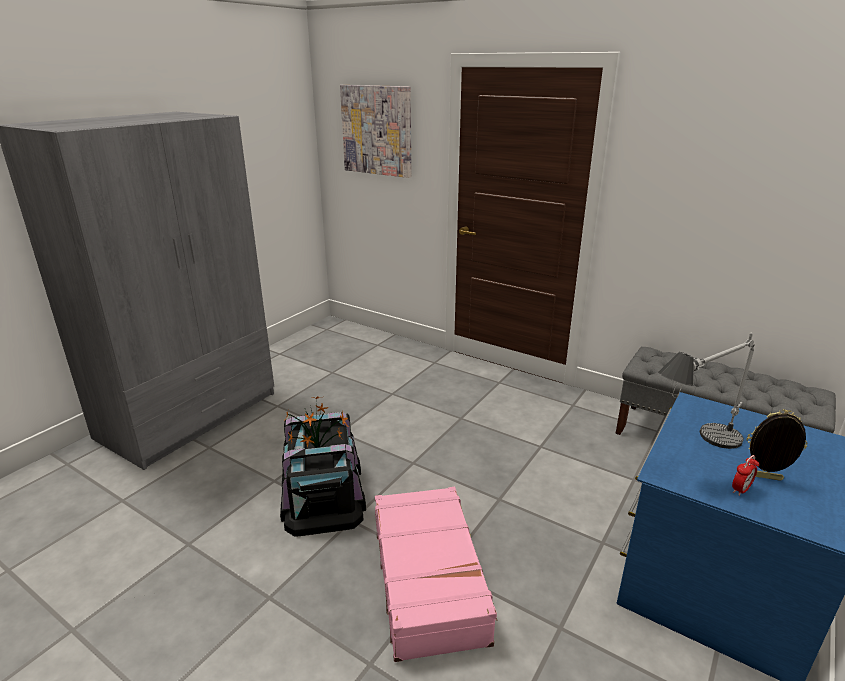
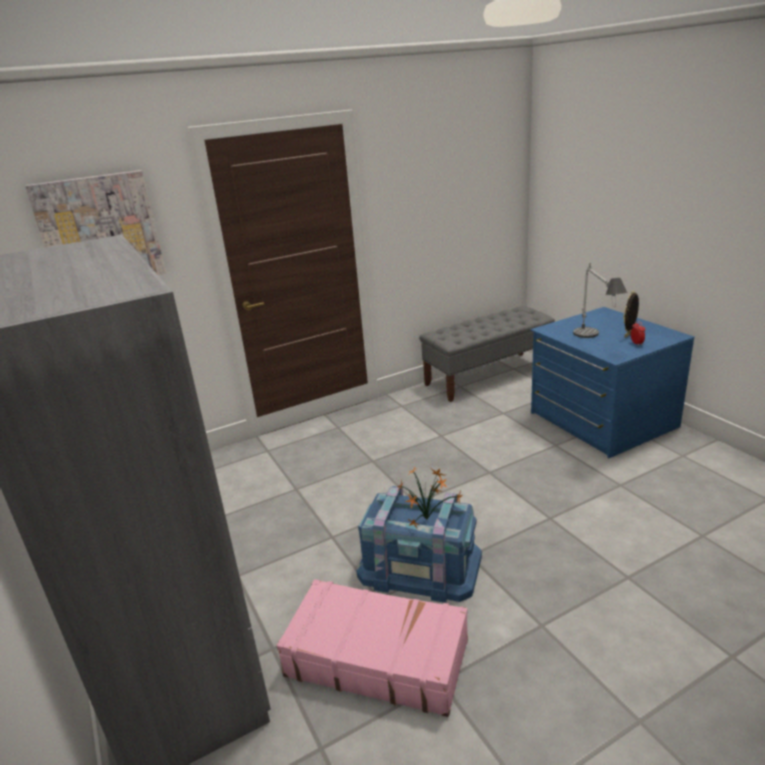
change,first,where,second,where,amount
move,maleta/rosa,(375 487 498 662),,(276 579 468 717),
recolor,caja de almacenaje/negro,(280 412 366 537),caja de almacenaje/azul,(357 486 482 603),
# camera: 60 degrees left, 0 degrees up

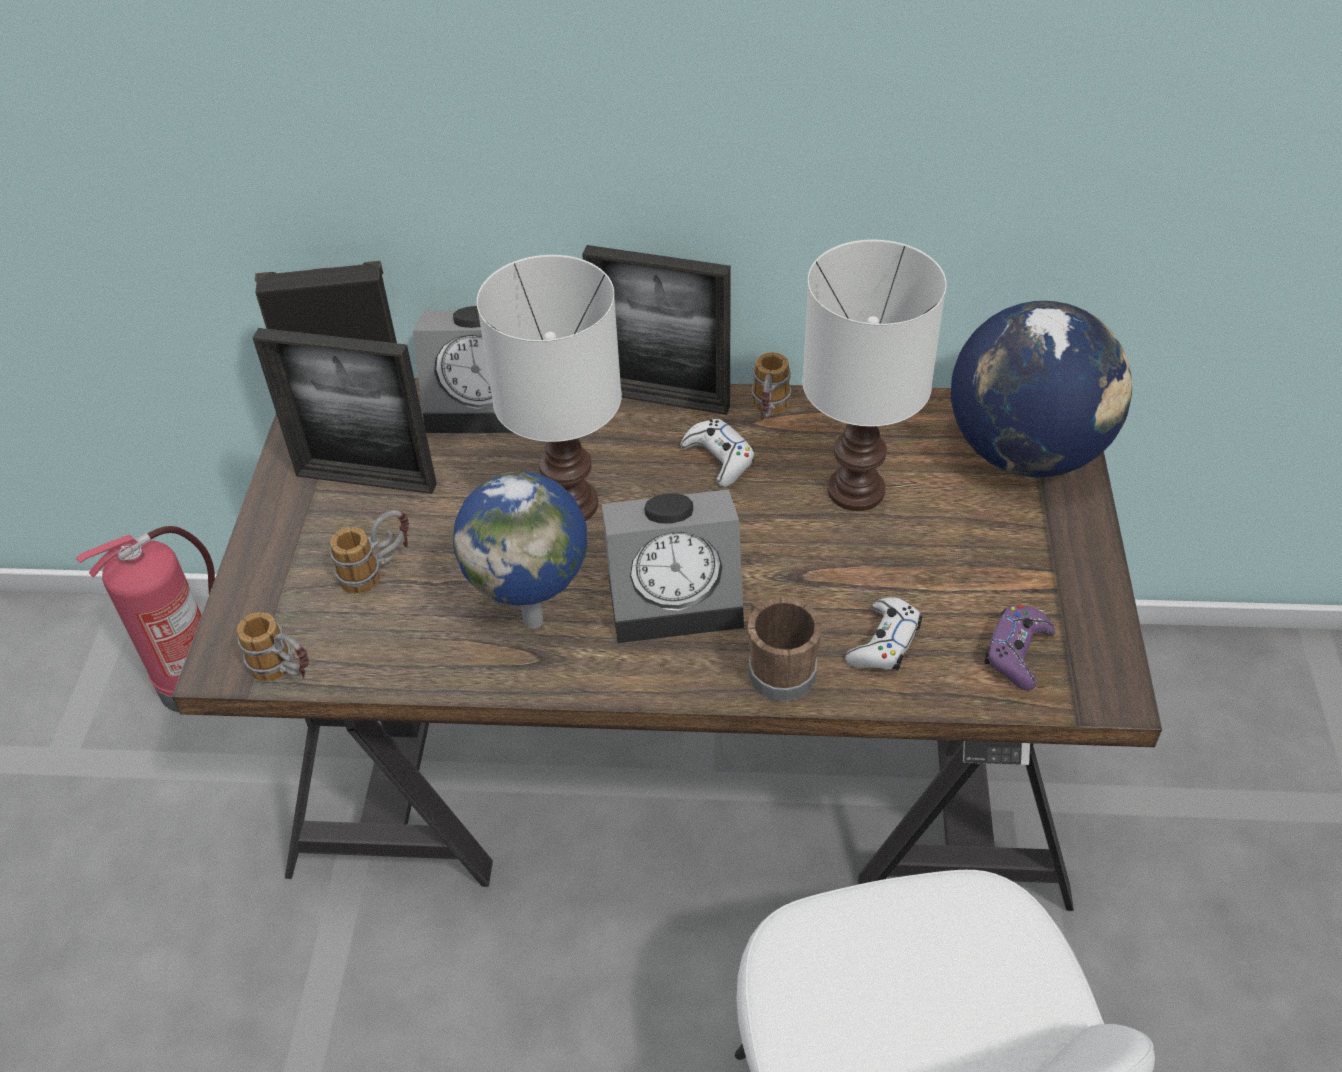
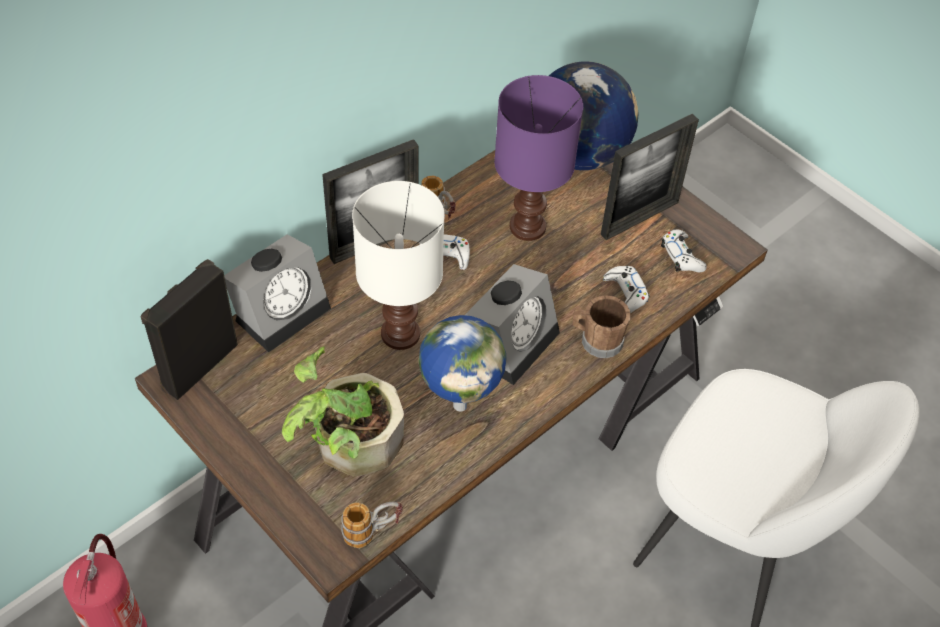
change,first,where,second,where,amount
move,portarretratos,(253 328 437 494),,(601 114 699 240),
replace,taza grande,(330 510 409 594),planta en maceta,(282 346 404 477),
recolor,lámpara de mesa/blanco,(802 240 946 511),lámpara de mesa/morado,(494 75 583 241),
recolor,mando de consola/morado,(984 604 1055 690),mando de consola/blanco,(661 229 707 272),
# camera: 50 degrees left, 5 degrees up

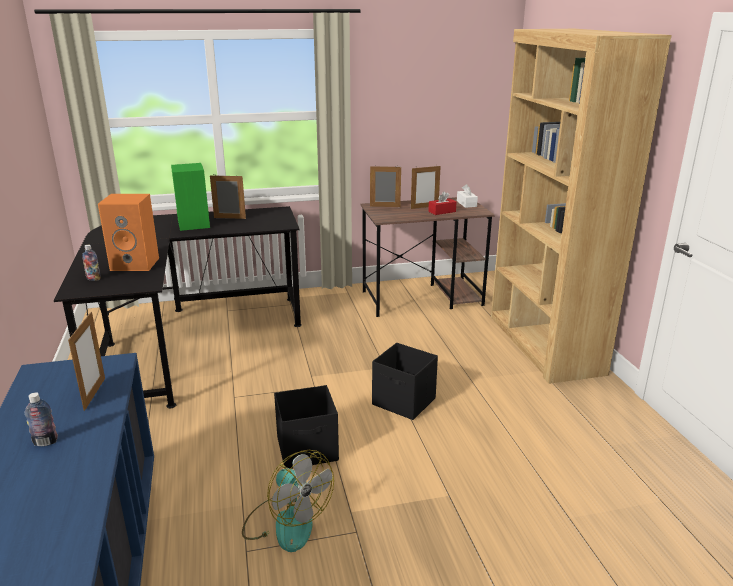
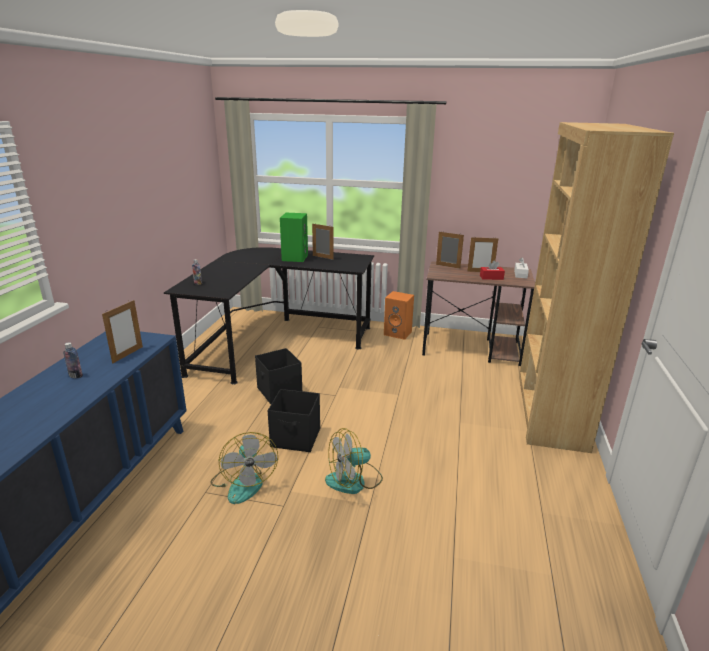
change,first,where,second,where,amount
insert,,,ventilador,(325 428 383 494),
move,altavoz/naranja,(98 194 159 271),,(384 291 414 340),
move,caja de almacenaje/negro,(372 343 438 420),,(255 348 302 404),
# camera: 25 degrees right, 0 degrees up

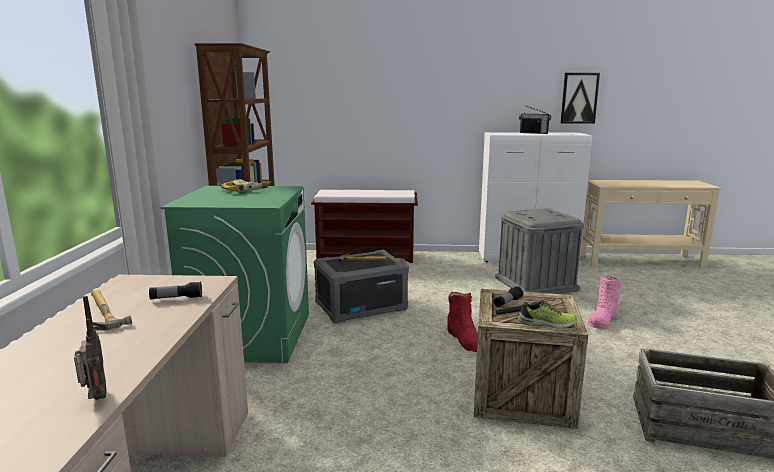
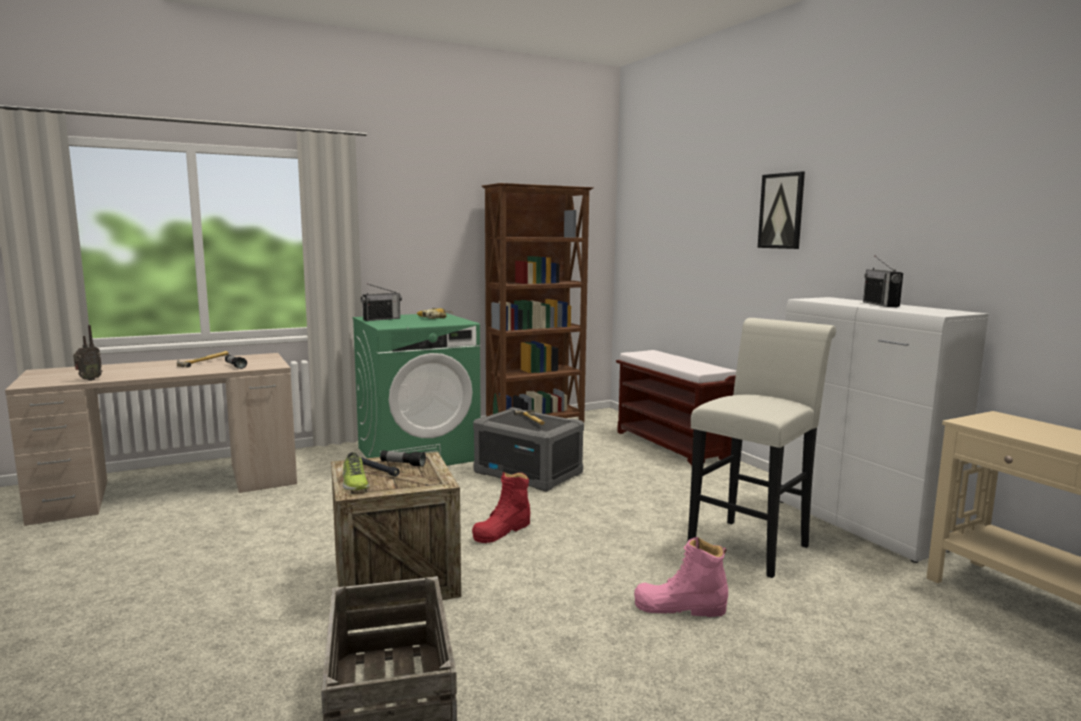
change,first,where,second,where,amount
insert,,,radio,(361 284 402 321),
move,cuadro,(560 73 600 124),,(758 171 805 249),
replace,caja de almacenaje/gris,(495 208 584 294),taburete/blanco,(687 318 836 578),
# camera: 60 degrees right, 5 degrees down

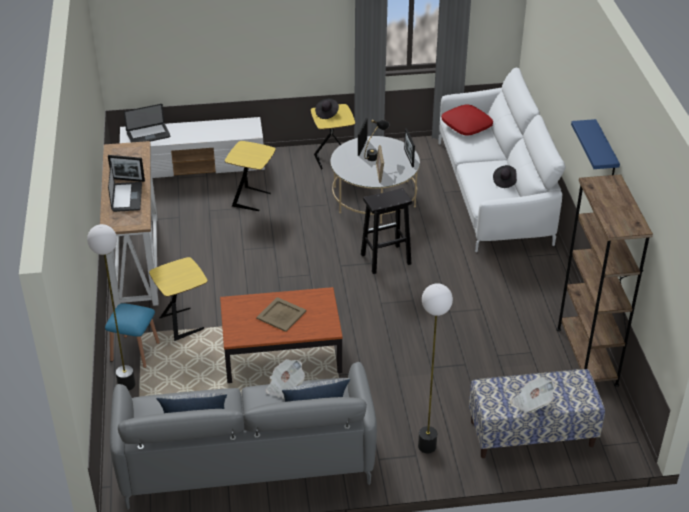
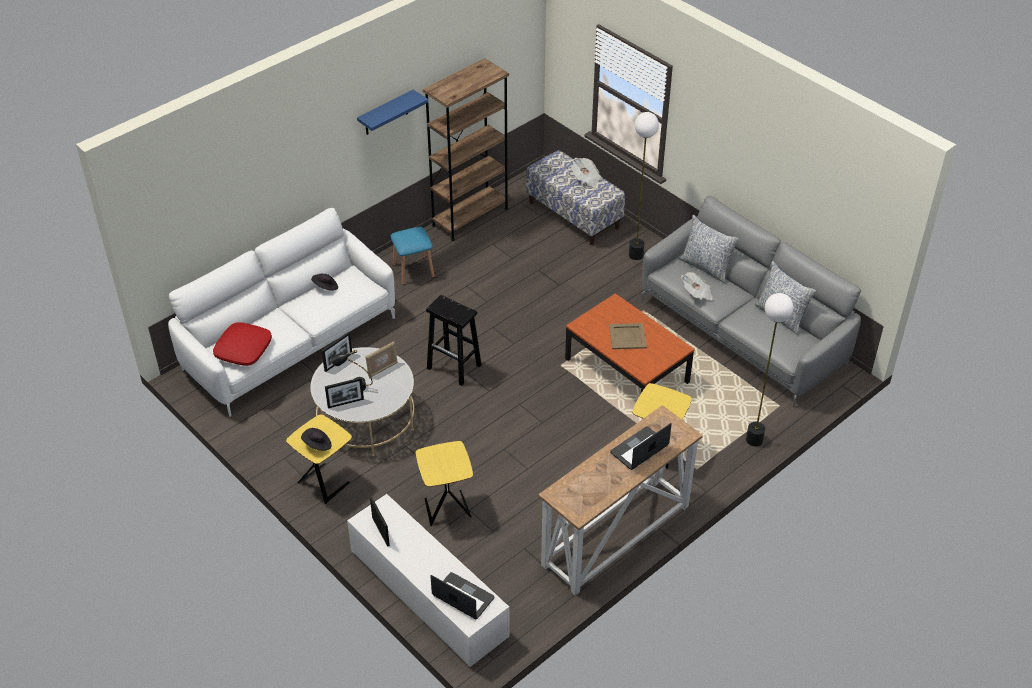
change,first,where,second,where,amount
move,taburete/azul,(105 303 160 368),,(391 227 435 285),
move,portarretratos,(108 155 145 182),,(370 497 390 547),
# camera: 125 degrees left, 5 degrees up

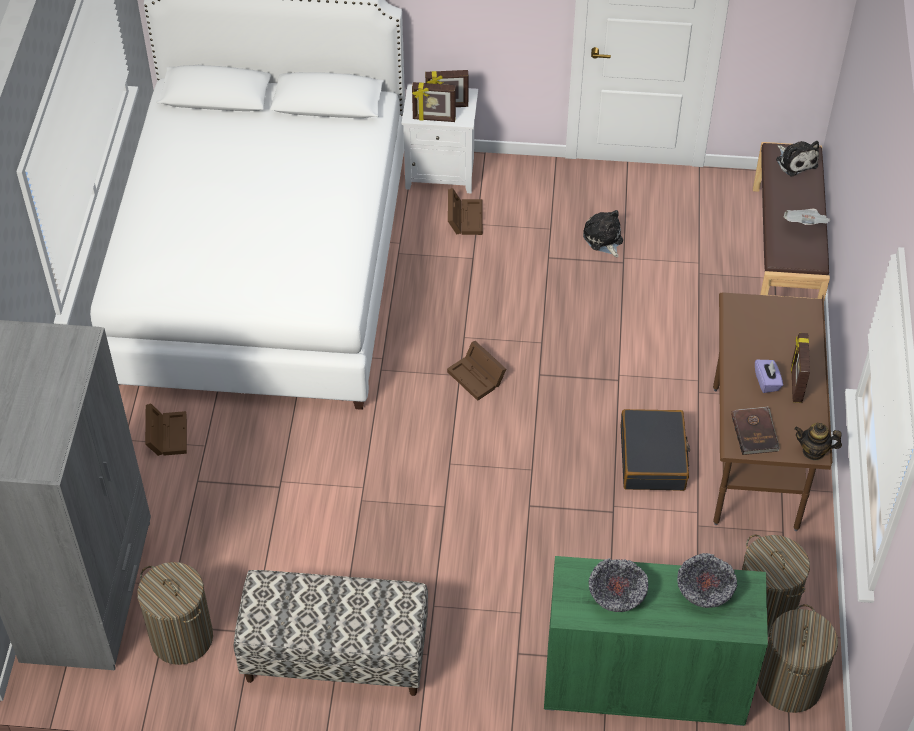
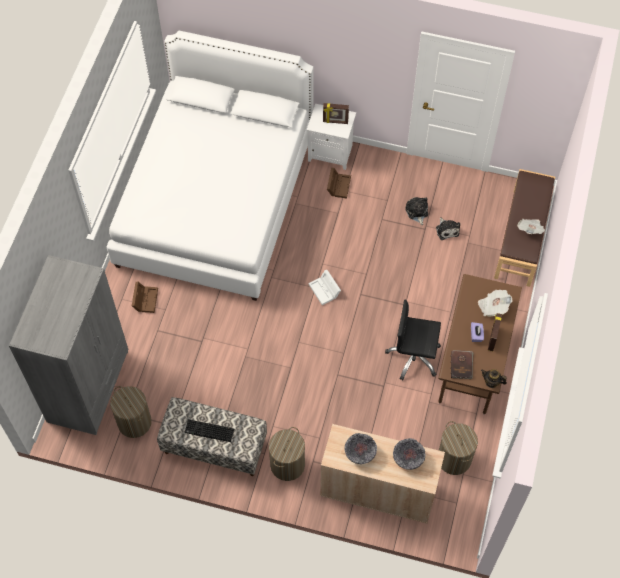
change,first,where,second,where,amount
delete,portarretratos,(412 82 456 122),,,
insert,,,teclado,(185 419 234 442),
insert,,,periódico,(478 290 513 317),
move,cesto de la ropa,(758 604 838 713),,(269 427 305 481),
move,peluche,(776 141 819 177),,(436 217 460 240),
replace,maleta/negro,(621 409 690 491),silla de oficina/negro,(385 300 441 380),
recolor,caja de almacenaje/marrón,(447 341 506 401),caja de almacenaje/blanco,(309 270 341 305),
recolor,armario/verde,(544 556 768 726),armario/beis,(320 424 445 524),
# camera: 10 degrees right, 10 degrees up

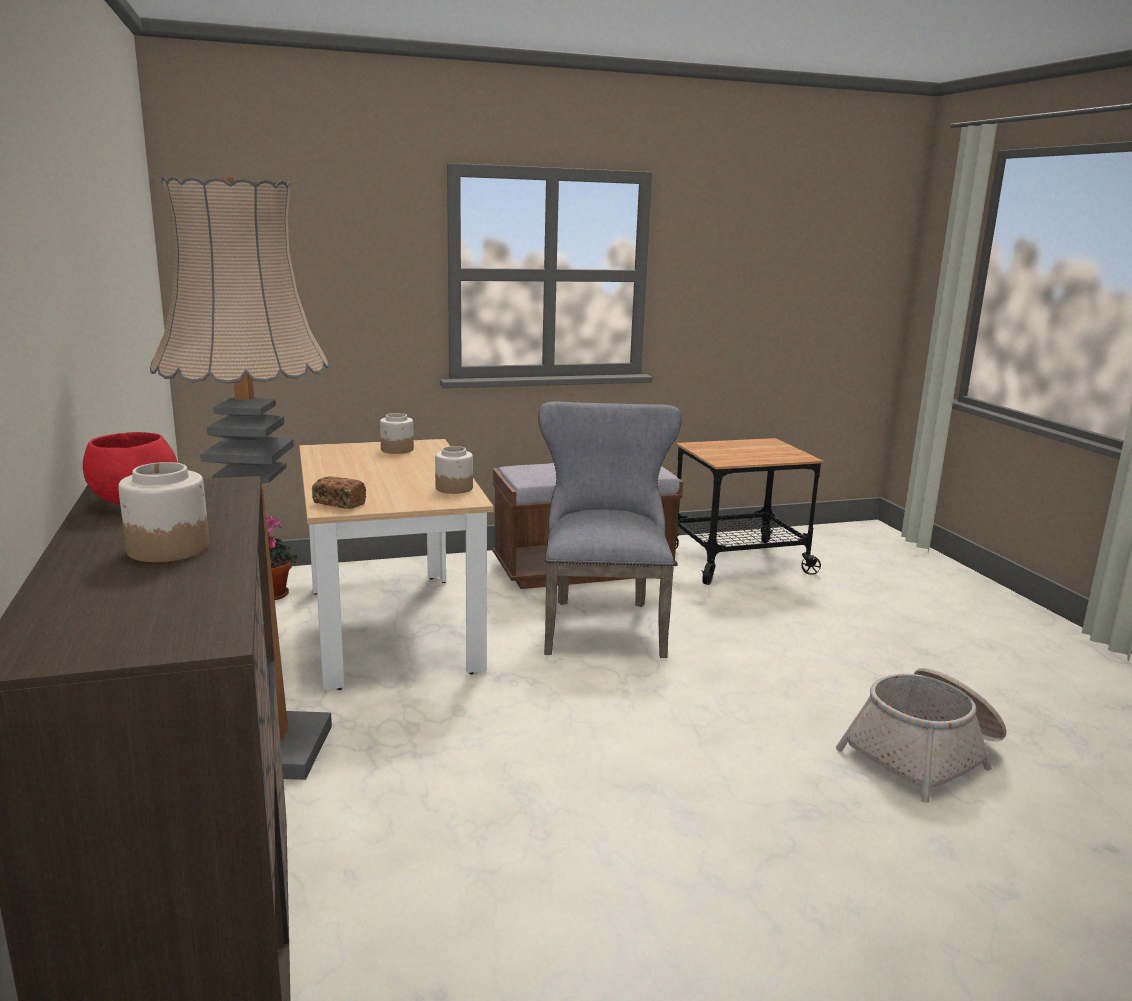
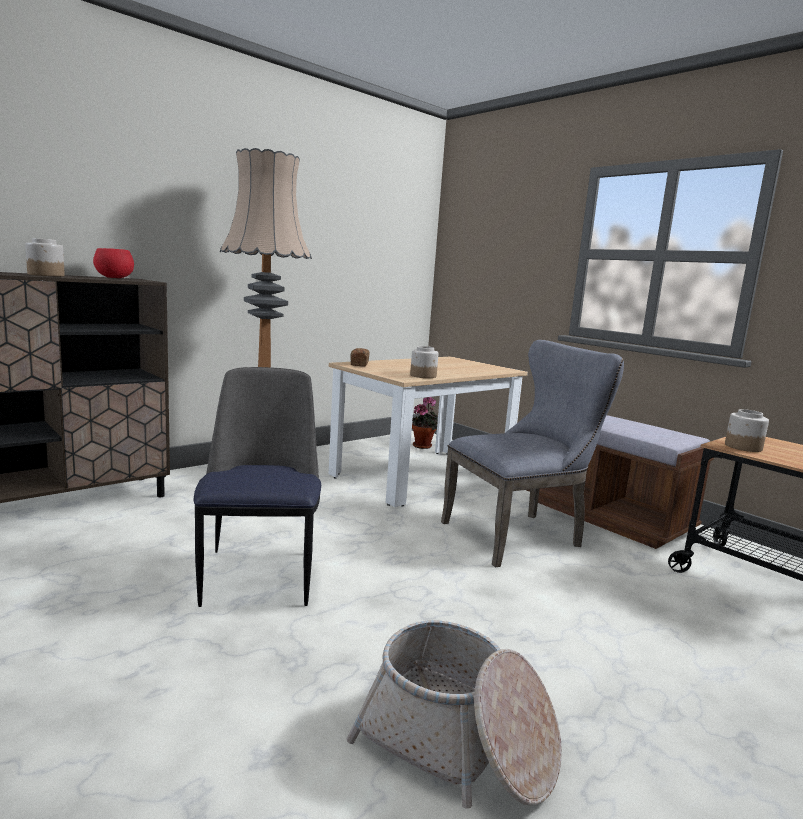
change,first,where,second,where,amount
insert,,,silla,(194 367 321 607),
move,tarro,(380 413 414 454),,(725 409 769 452),
# camera: 65 degrees right, 5 degrees down

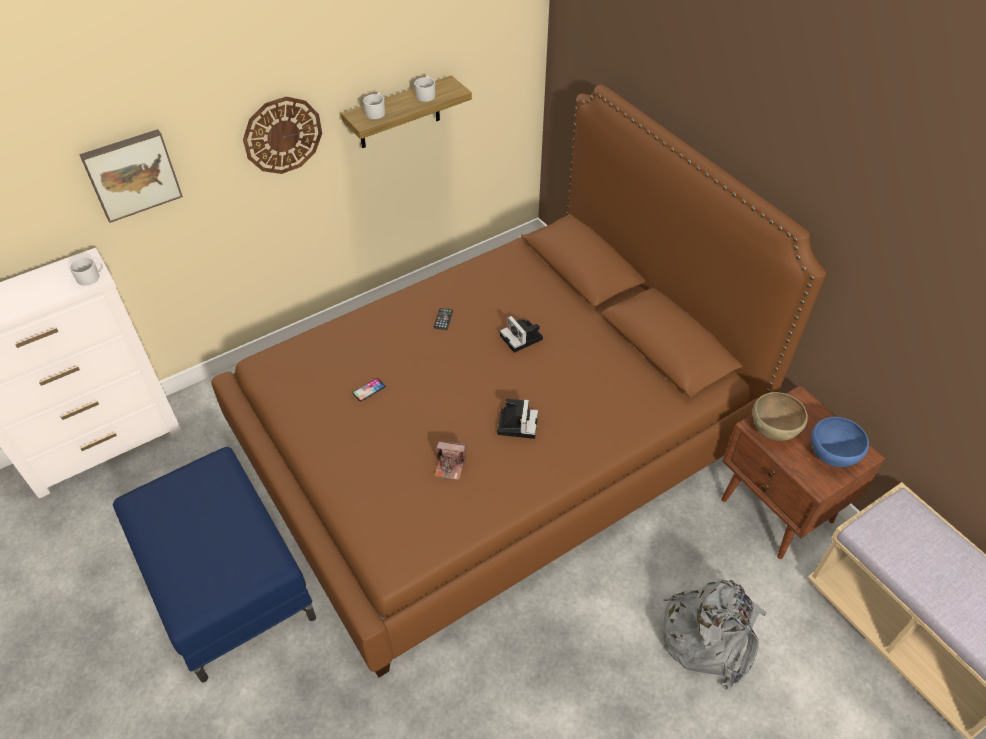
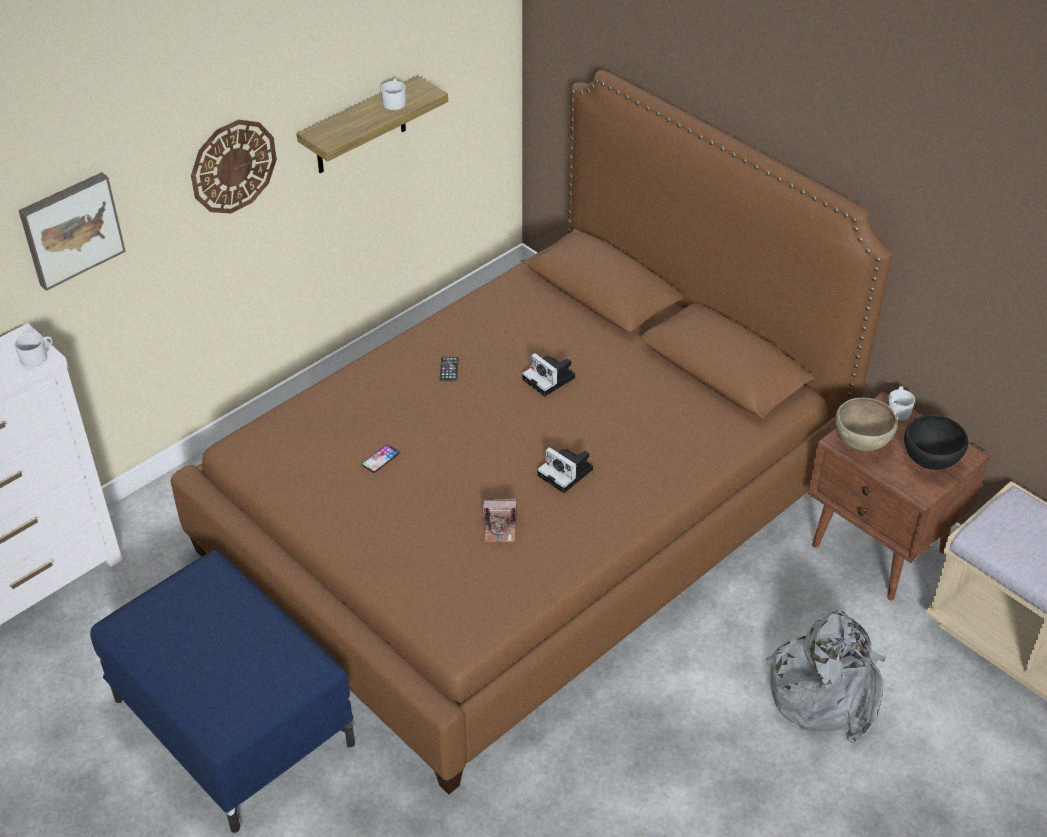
change,first,where,second,where,amount
move,taza grande/blanco,(363 93 385 119),,(887 386 915 420),
recolor,cuenco/azul,(811 417 869 467),cuenco/negro,(904 415 968 470),
rotate,cámara,(497 399 538 439),,(537 447 593 493),135 degrees clockwise
# camera: 10 degrees left, 5 degrees down

